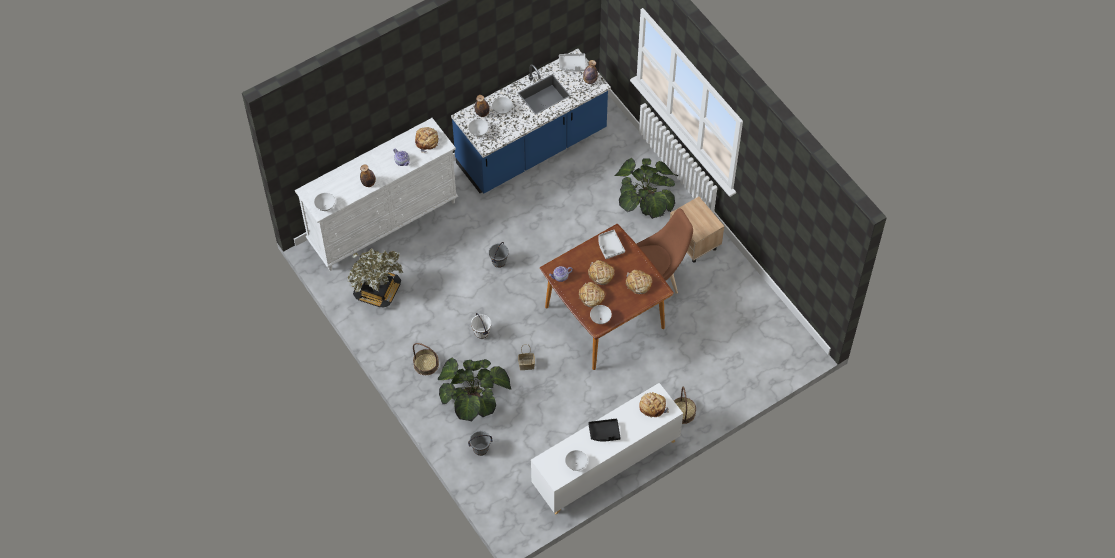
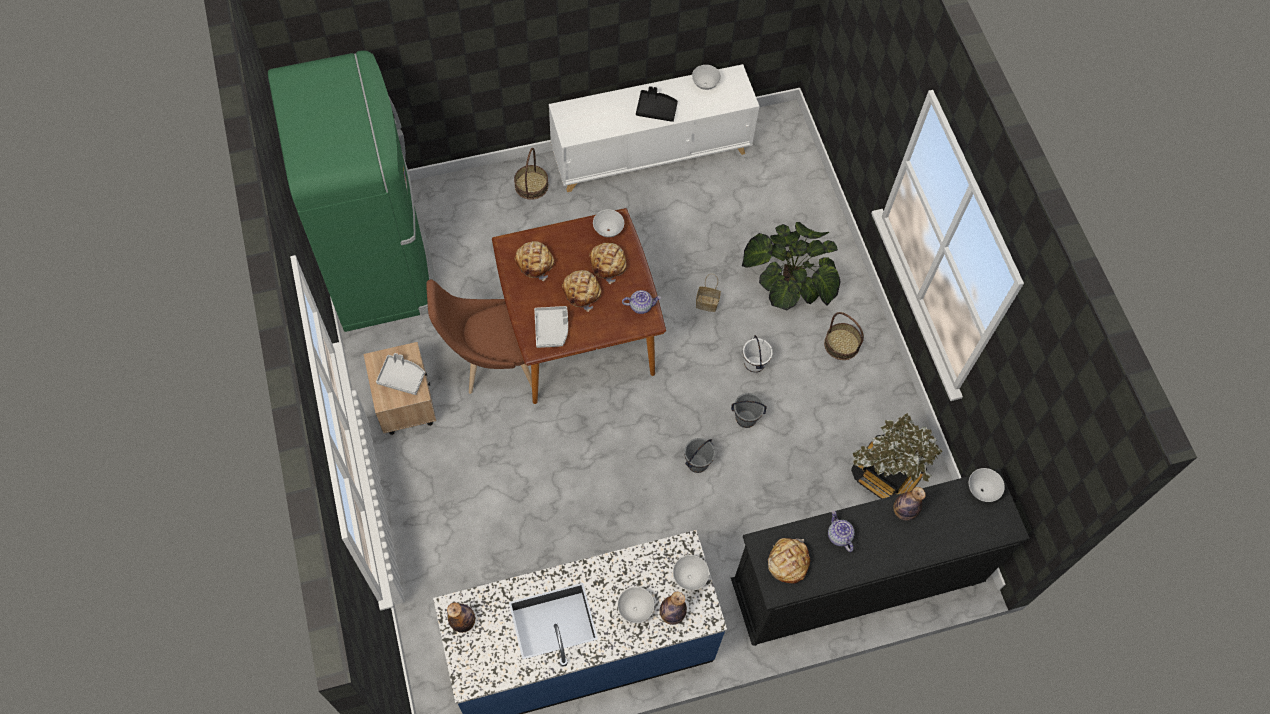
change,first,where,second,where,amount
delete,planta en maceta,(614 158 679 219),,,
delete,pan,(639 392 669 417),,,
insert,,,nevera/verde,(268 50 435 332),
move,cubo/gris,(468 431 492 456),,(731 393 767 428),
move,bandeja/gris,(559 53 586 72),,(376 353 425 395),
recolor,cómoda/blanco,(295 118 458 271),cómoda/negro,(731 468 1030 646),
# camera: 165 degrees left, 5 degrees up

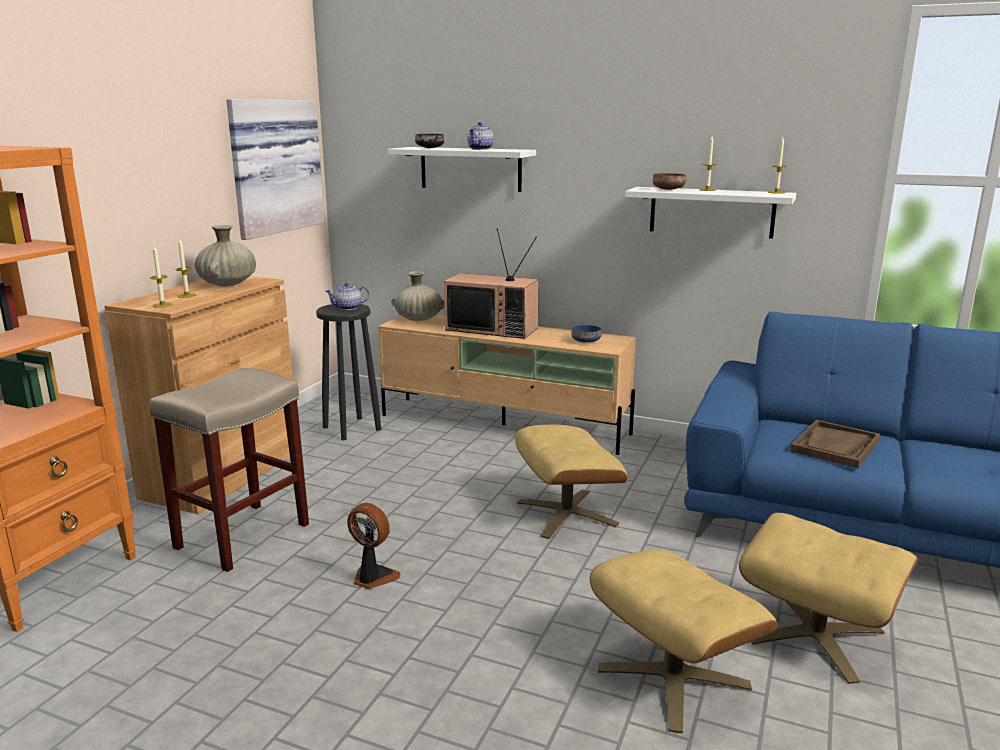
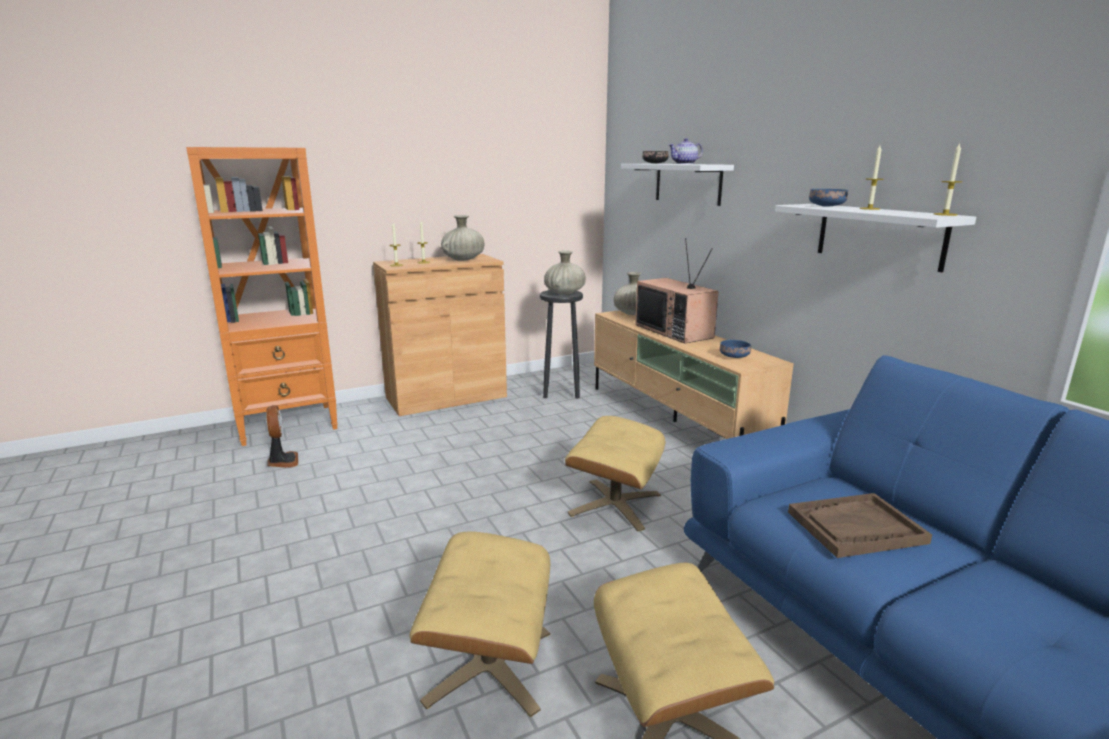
change,first,where,second,where,amount
delete,taburete/beis,(150 368 309 572),,,
delete,cuadro,(226 99 324 240),,,
move,ventilador,(347 503 401 589),,(266 405 298 468),
replace,tetera,(325 283 369 310),florero/beis,(544 250 586 295),
recolor,cuenco/marrón,(653 173 686 190),cuenco/azul,(809 189 848 207),
# camera: 40 degrees right, 0 degrees up

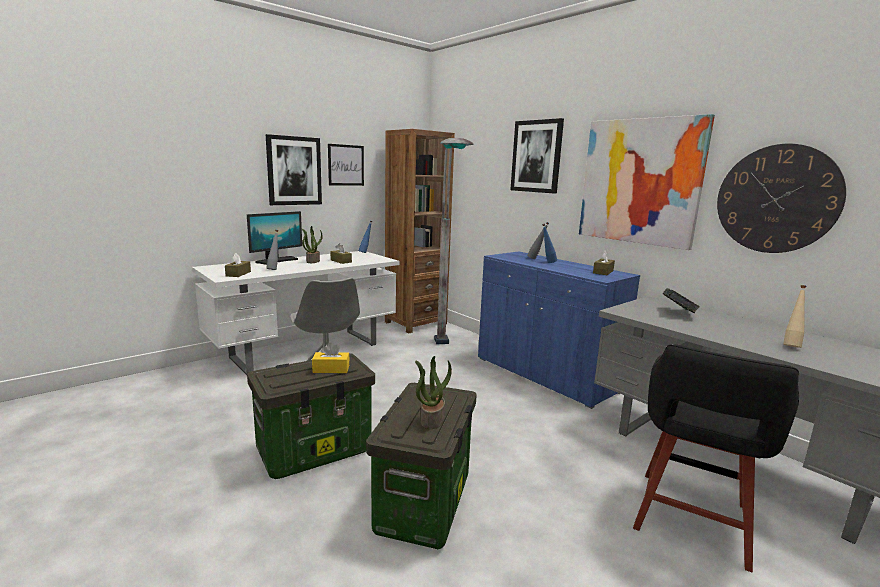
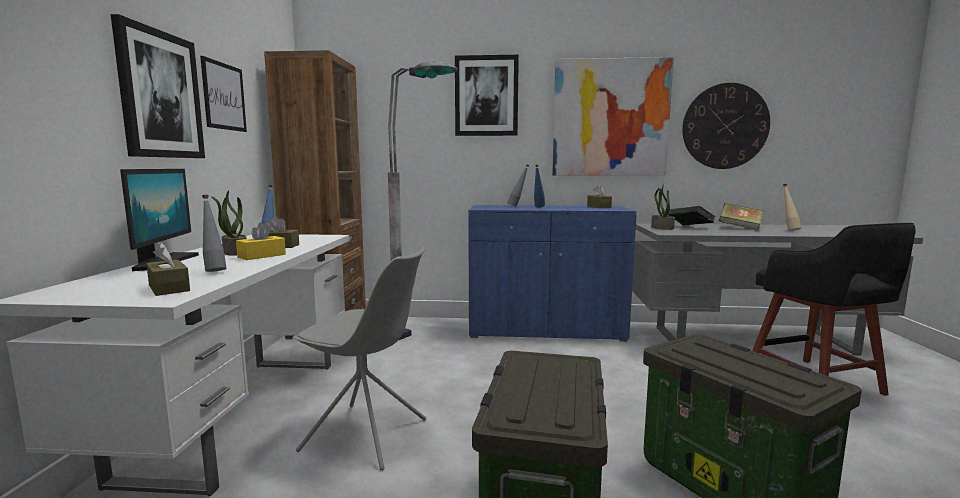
change,first,where,second,where,amount
insert,,,libro,(719 203 763 230),
move,caja de pañuelos/amarillo,(312 343 350 373),,(236 223 286 260),
move,planta en maceta,(415 356 452 429),,(651 184 675 230),
# camera: 45 degrees left, 5 degrees down

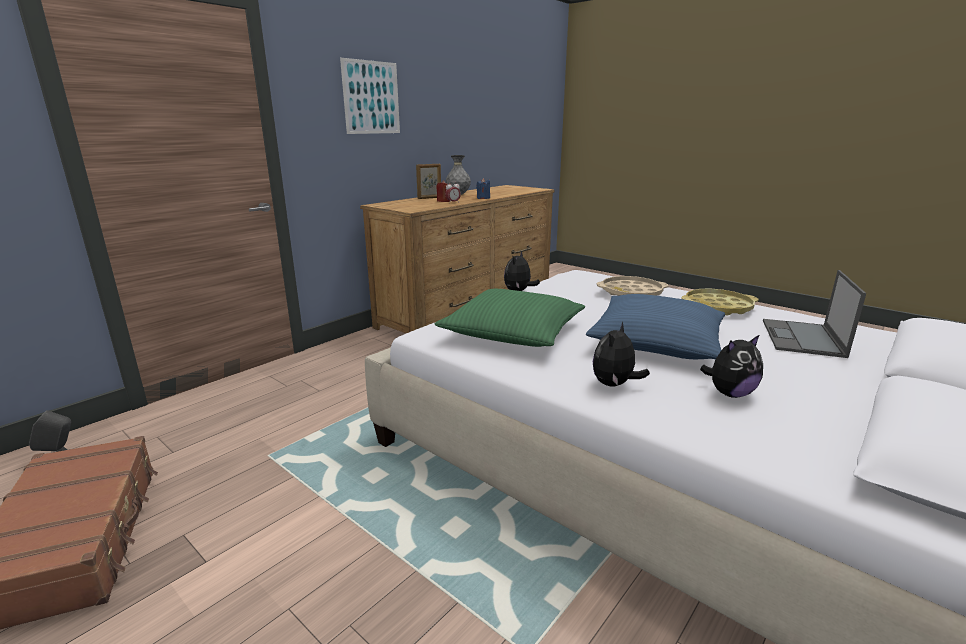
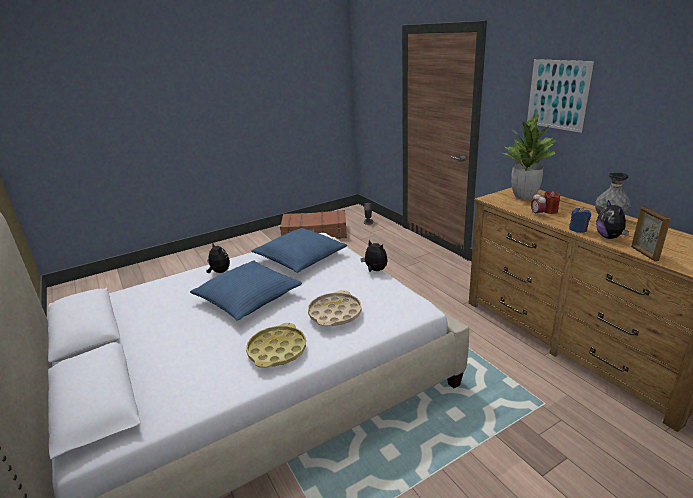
change,first,where,second,where,amount
delete,portátil,(763 270 866 358),,,
insert,,,planta en maceta,(503 113 556 200),
move,portarretratos,(416 164 441 199),,(631 206 671 262),
move,peluche,(700 334 763 398),,(596 200 629 239),
recolor,cojín/verde,(434 289 585 347),cojín/azul,(251 228 347 273),
# camera: 110 degrees right, 5 degrees up

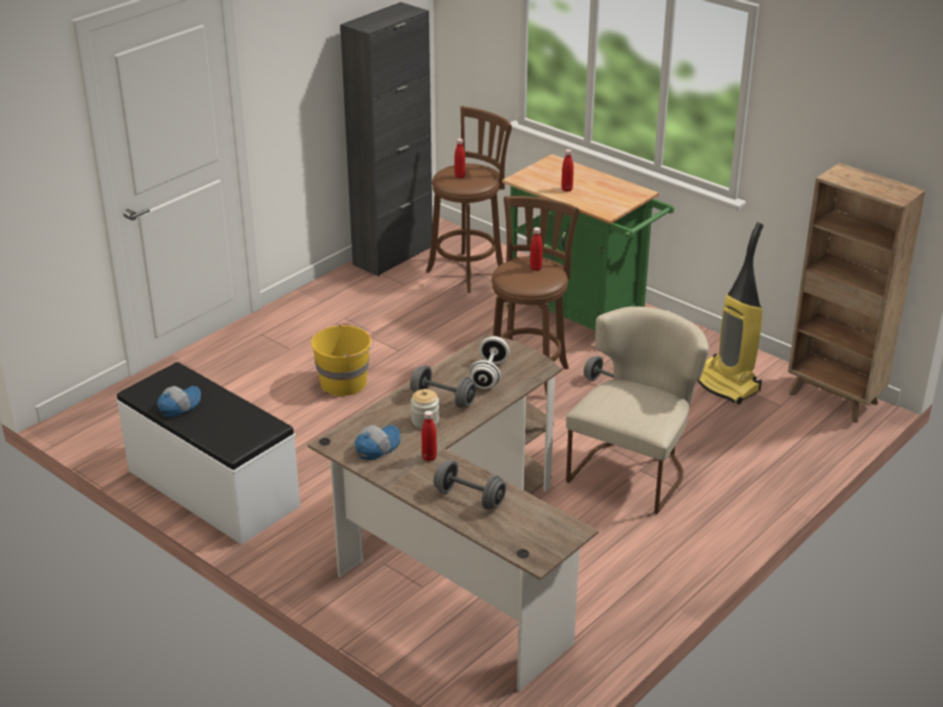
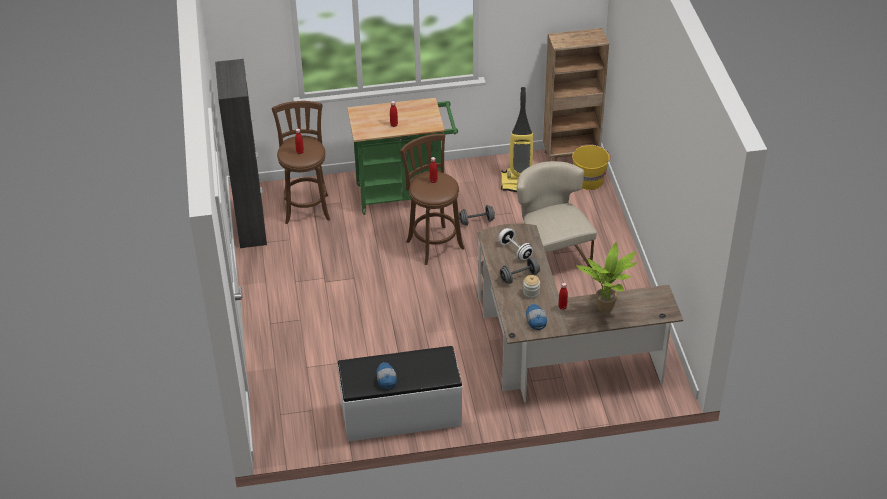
change,first,where,second,where,amount
move,cubo/amarillo,(311 324 374 396),,(572 144 611 190),
replace,mancuerna/gris,(434 460 506 509),planta en maceta,(576 242 637 313),
# camera: 50 degrees left, 10 degrees up

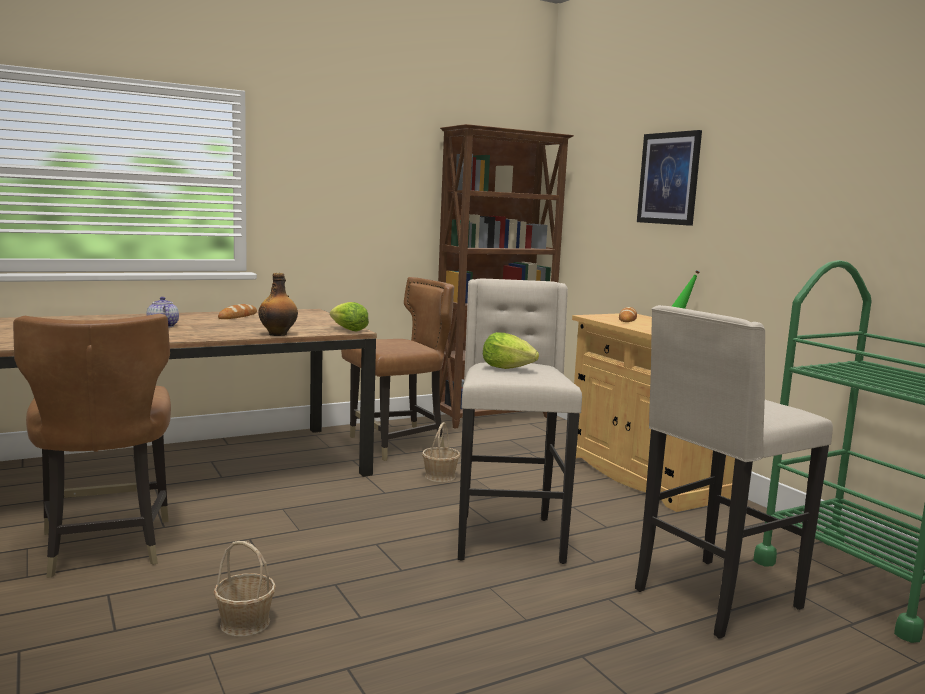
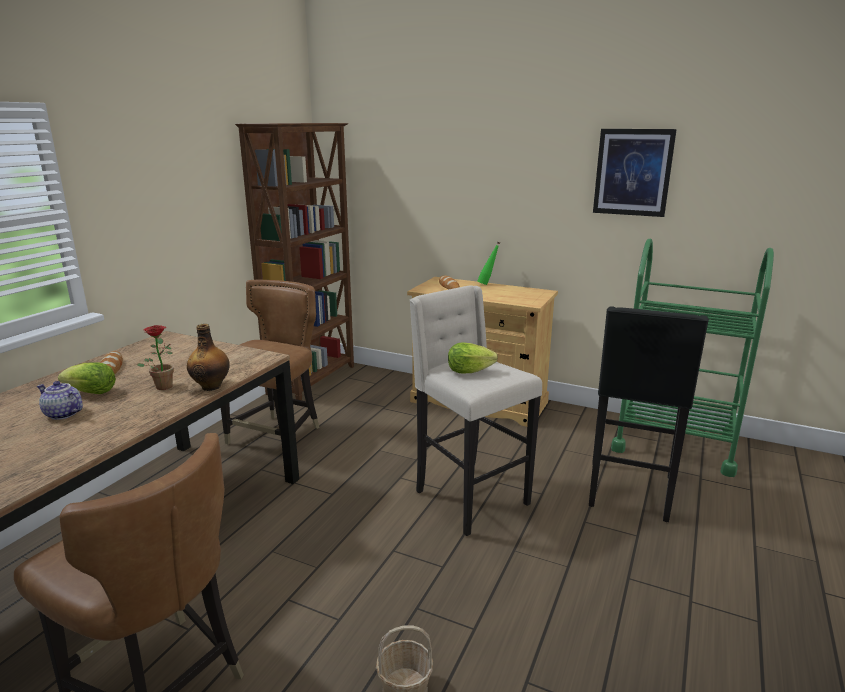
change,first,where,second,where,amount
delete,cesta,(422 422 460 482),,,
insert,,,planta en maceta,(137 325 174 390),
move,lechuga,(330 302 369 331),,(58 362 116 394),
move,cuadro,(637 130 702 226),,(593 129 677 217),
recolor,taburete/beis,(635 305 833 639),taburete/negro,(589 306 709 522),
# camera: 35 degrees left, 10 degrees up

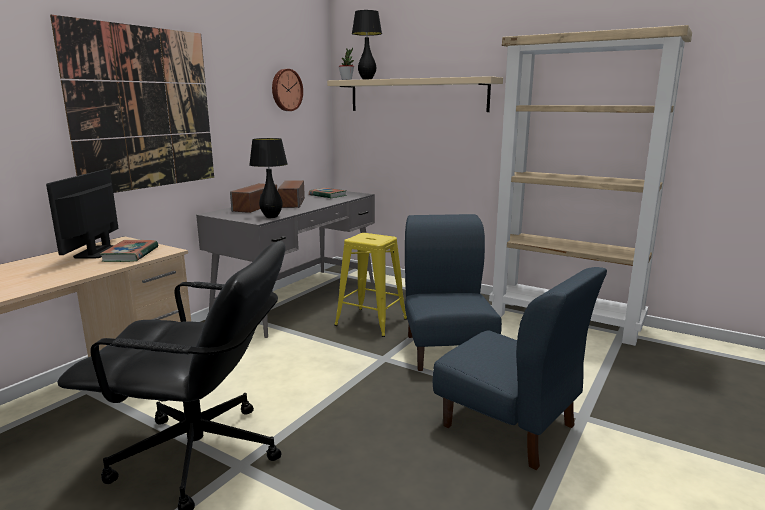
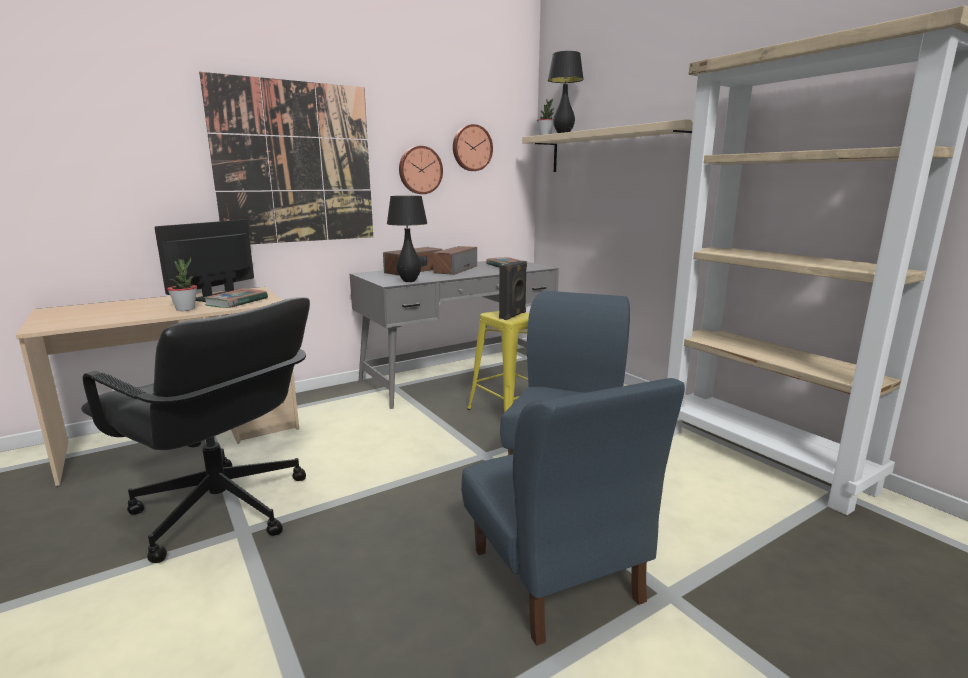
change,first,where,second,where,amount
insert,,,planta en maceta,(167 258 197 311),
insert,,,reloj de pared,(399 146 443 194),
insert,,,altavoz/negro,(499 261 527 320),
# camera: 25 degrees right, 0 degrees up

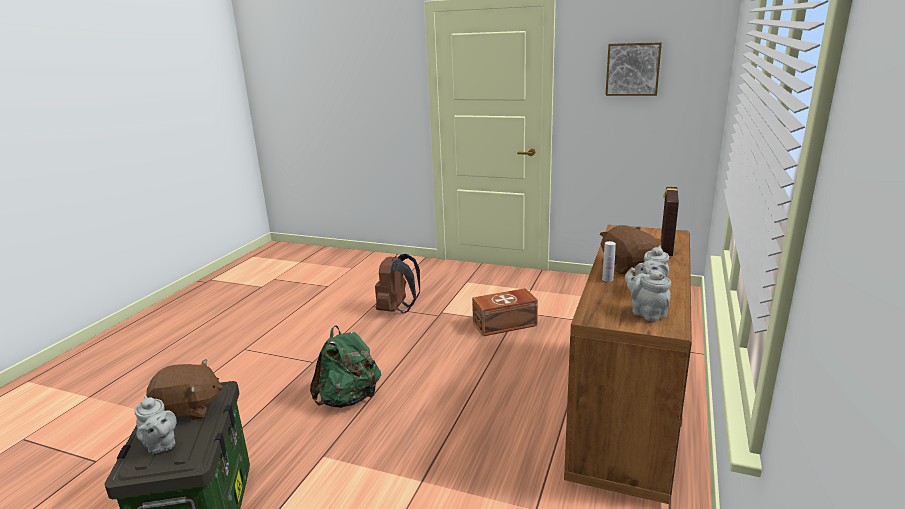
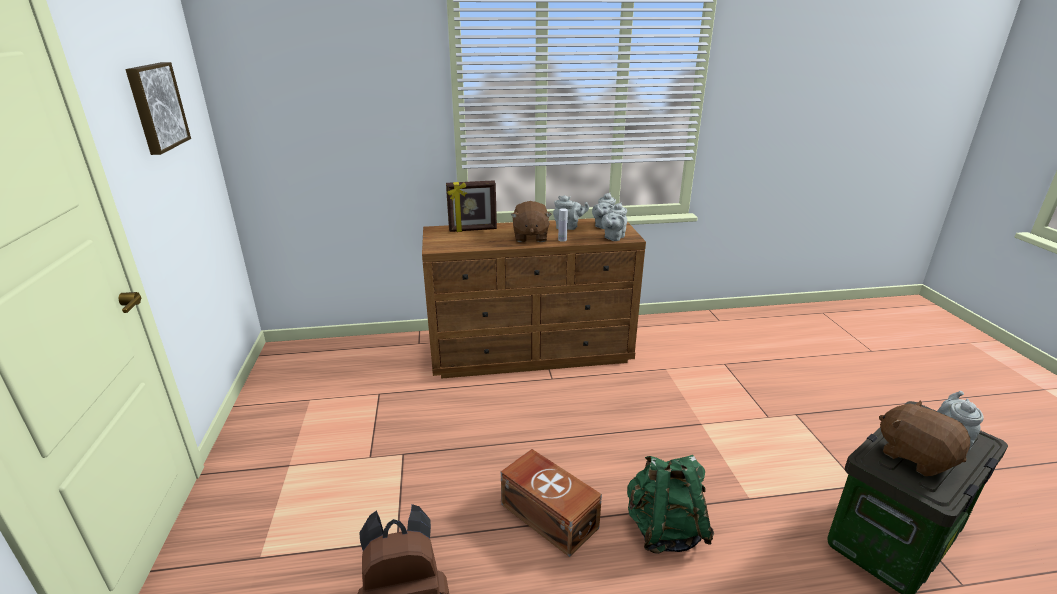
change,first,where,second,where,amount
insert,,,tetera/gris,(602 202 627 241),
move,caja de almacenaje/marrón,(472 288 538 336),,(501 449 602 557),
rotate,peluche/marrón,(600 225 657 274),,(511 201 552 242),45 degrees counterclockwise
# camera: 120 degrees left, 5 degrees up

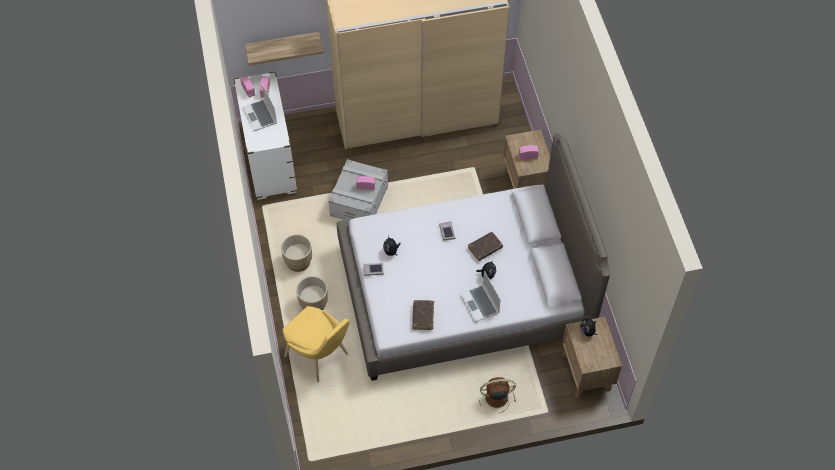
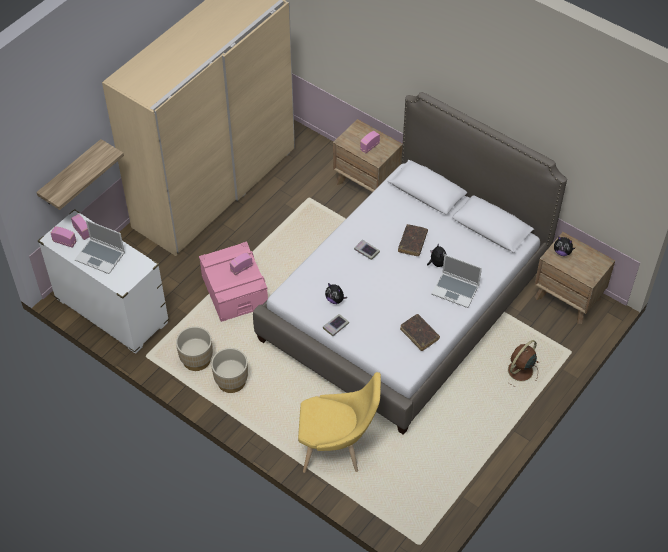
change,first,where,second,where,amount
move,maceta/beis,(296 276 328 310),,(176 326 213 371),
recolor,caja de almacenaje/gris,(329 159 388 221),caja de almacenaje/rosa,(199 241 268 322),
# camera: 40 degrees left, 5 degrees down

